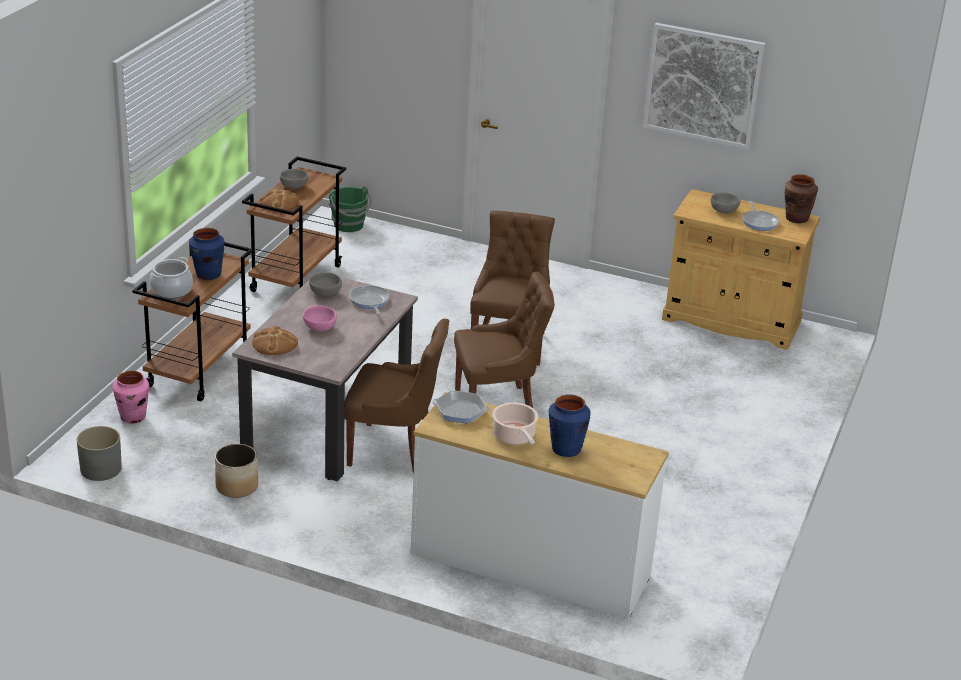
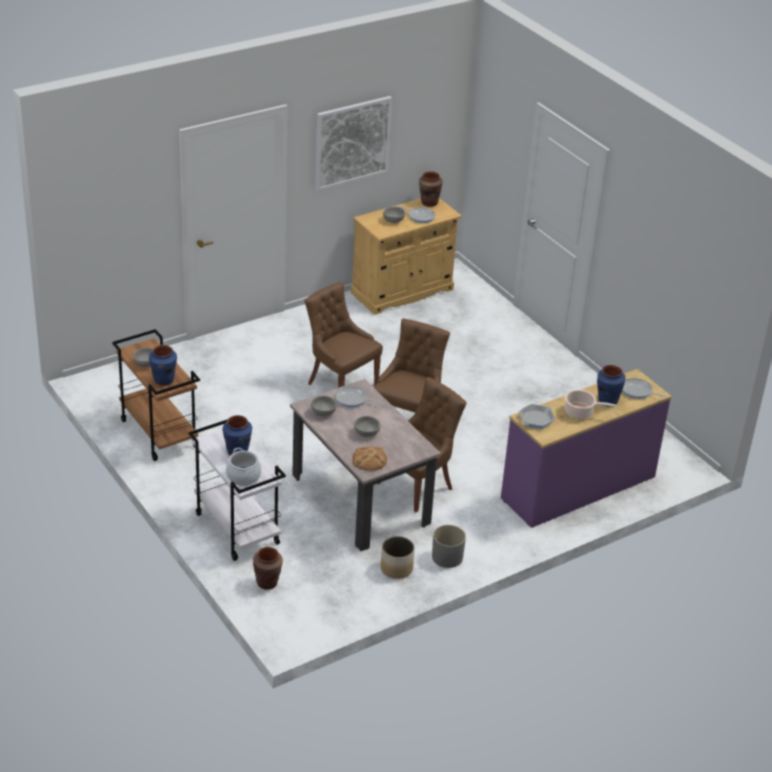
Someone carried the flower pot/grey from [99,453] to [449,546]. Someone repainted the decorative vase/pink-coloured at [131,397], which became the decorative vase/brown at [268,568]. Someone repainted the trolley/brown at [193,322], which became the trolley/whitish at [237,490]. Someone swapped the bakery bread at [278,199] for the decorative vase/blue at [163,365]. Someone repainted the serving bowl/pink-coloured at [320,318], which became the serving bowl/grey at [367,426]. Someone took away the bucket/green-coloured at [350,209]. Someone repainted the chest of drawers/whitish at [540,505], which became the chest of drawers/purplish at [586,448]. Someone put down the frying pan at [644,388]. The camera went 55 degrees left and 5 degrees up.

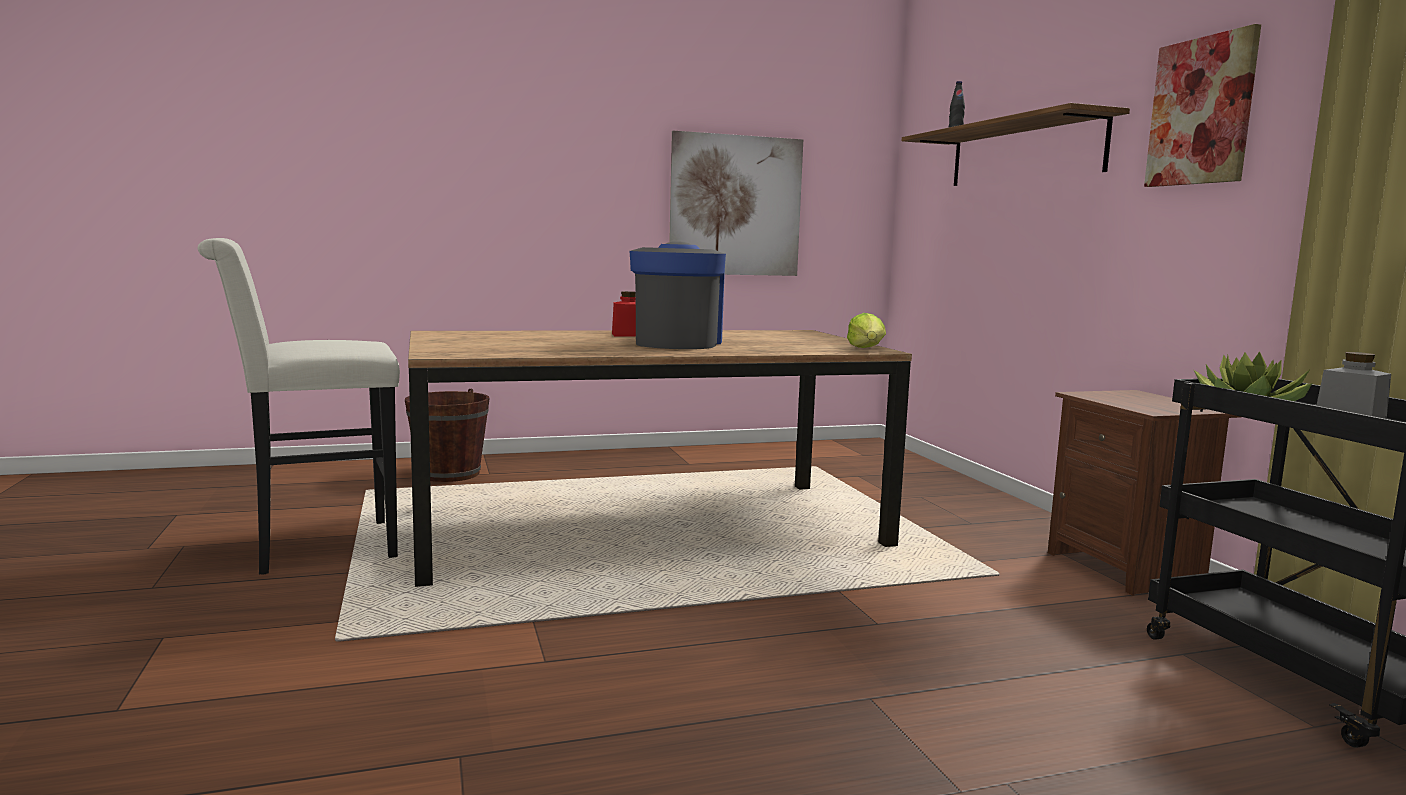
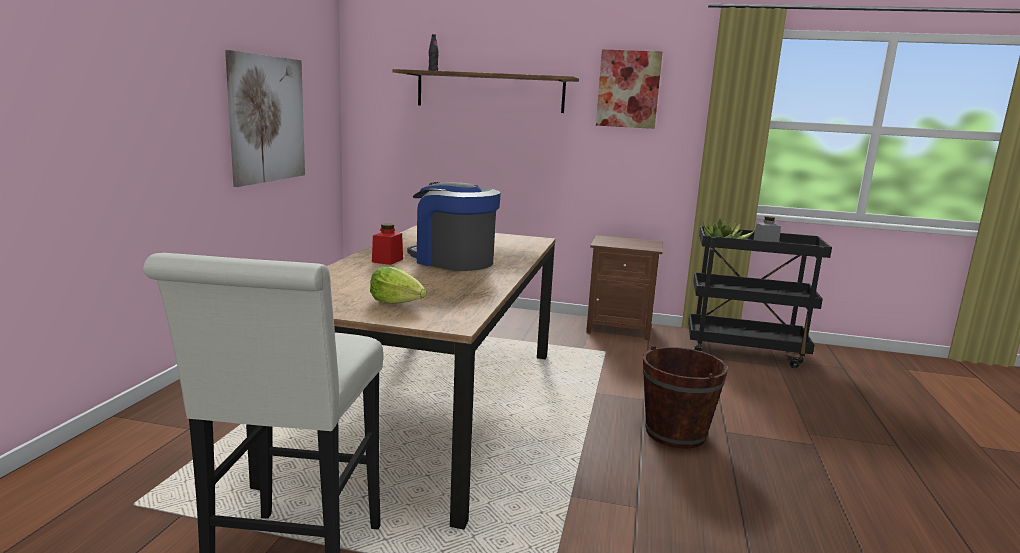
Someone carried the bucket/brown from [447,435] to [685,397]. Someone carried the lettuce head from [866,330] to [398,285]. The camera went 60 degrees left and 5 degrees up.

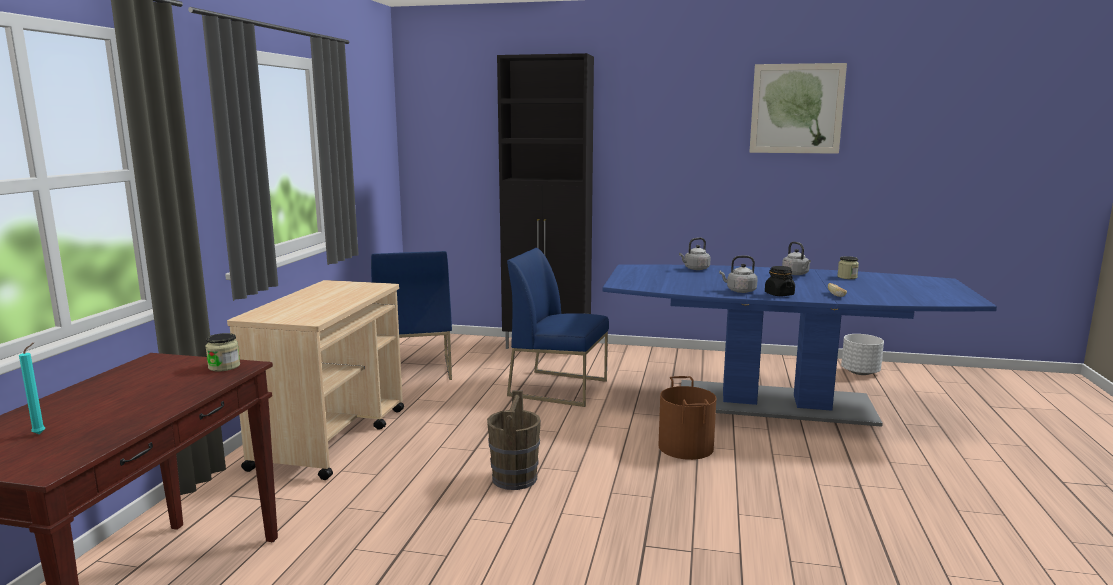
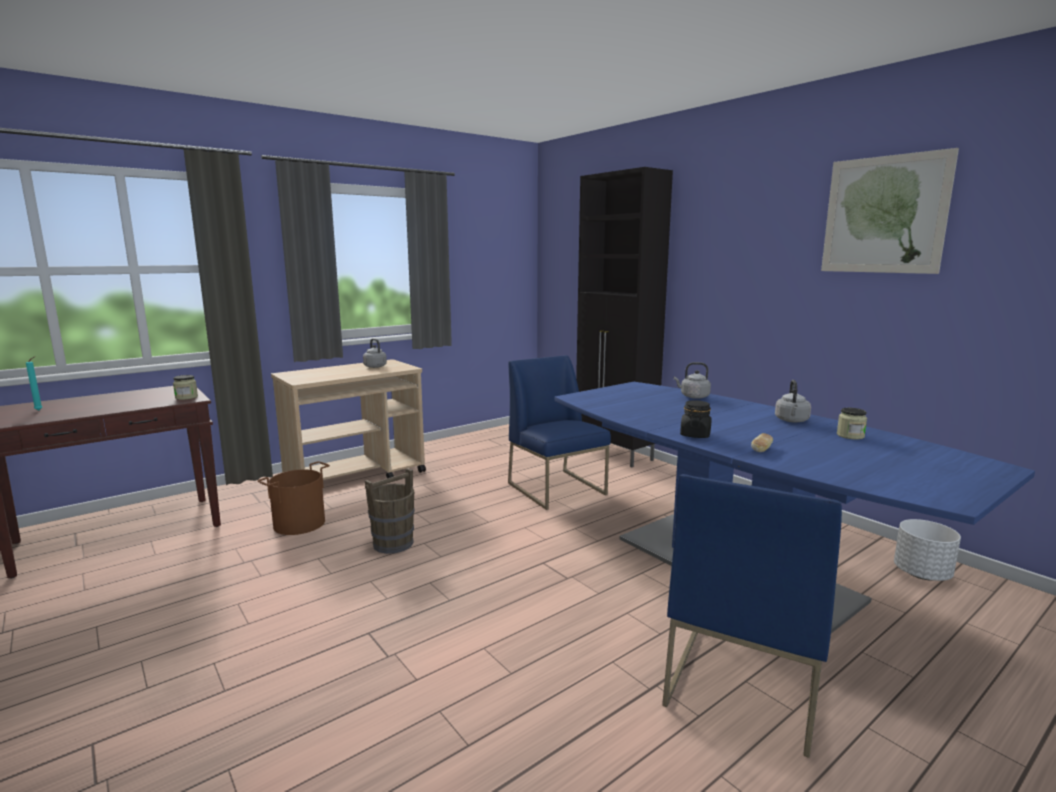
Someone carried the plain chair/blue from [411,315] to [752,616]. Someone carried the bucket/brown from [687,418] to [294,498]. Someone carried the tea kettle/grey from [738,274] to [375,353]. The camera went 40 degrees right and 0 degrees up.

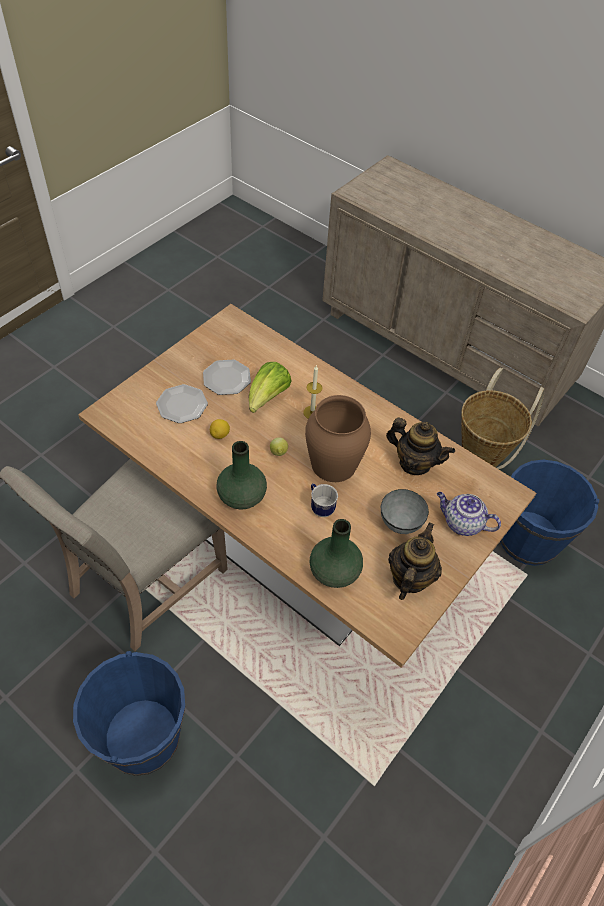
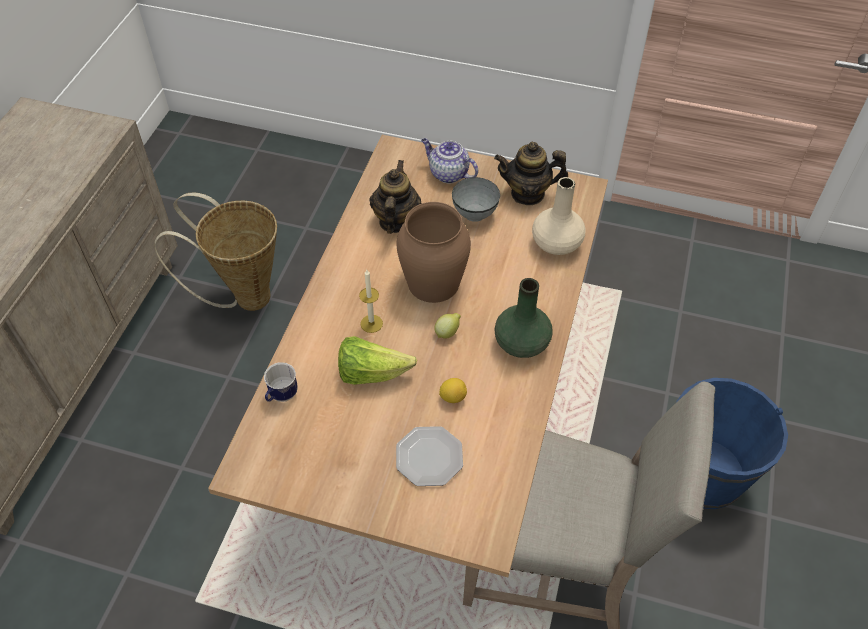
Someone took away the plate at [227,377]. Someone repainted the decorative vase/green-coloured at [336,553], which became the decorative vase/beige-coloured at [558,216]. Someone carried the coffee mug from [324,500] to [281,382]. Someone rotated the pot for tea at [469,514] by 120 degrees clockwise. Someone took away the bucket/blue at [549,513]. The camera went 110 degrees left and 0 degrees up.

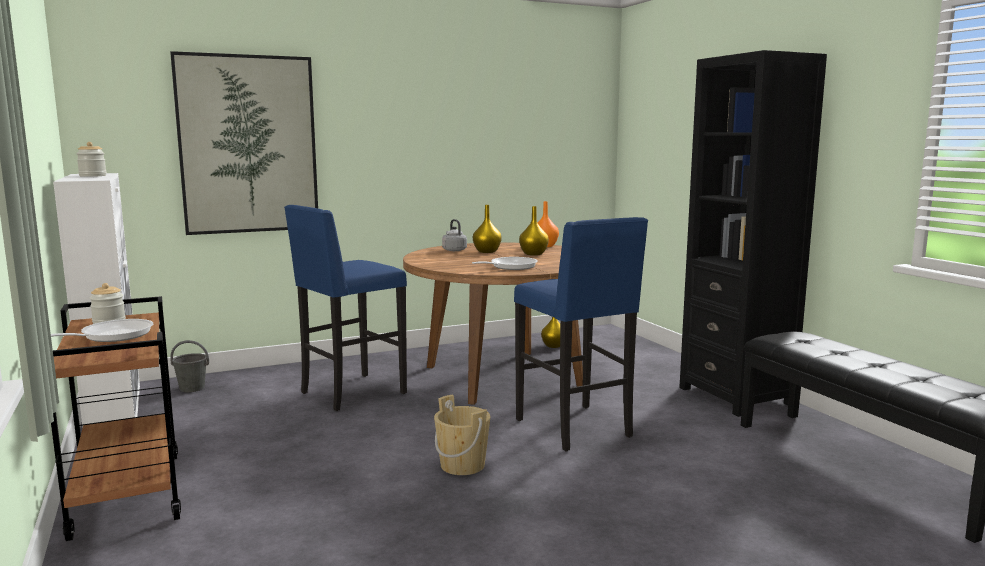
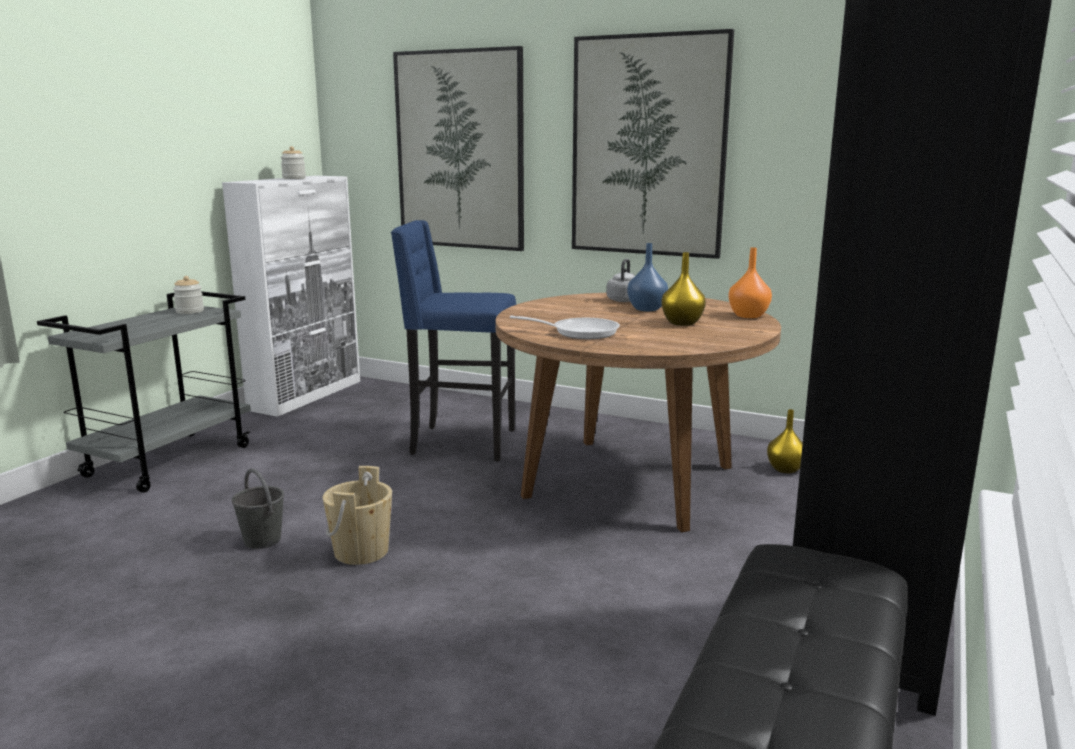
Someone repainted the trolley/brown at [116,418], which became the trolley/grey at [144,392]. Someone took away the frying pan at [102,330]. Someone carried the bucket/grey from [189,366] to [257,508]. Someone repainted the decorative vase/yellowish at [487,229], which became the decorative vase/blue at [647,277]. Someone took away the stool/blue at [581,334]. Someone put up the wall art at [653,144]. The camera went 50 degrees right and 5 degrees up.

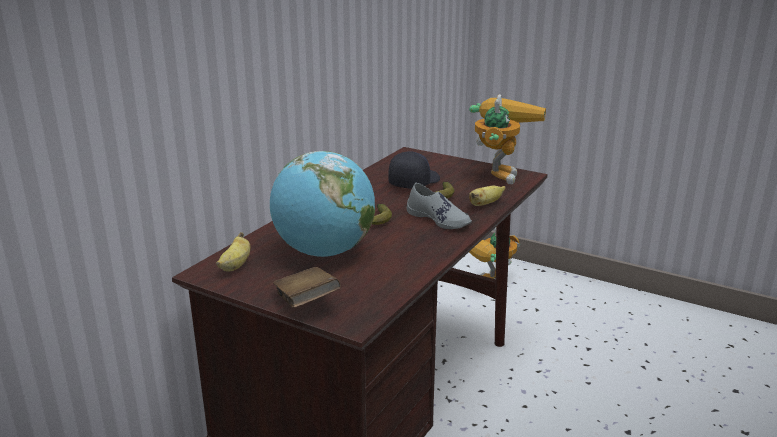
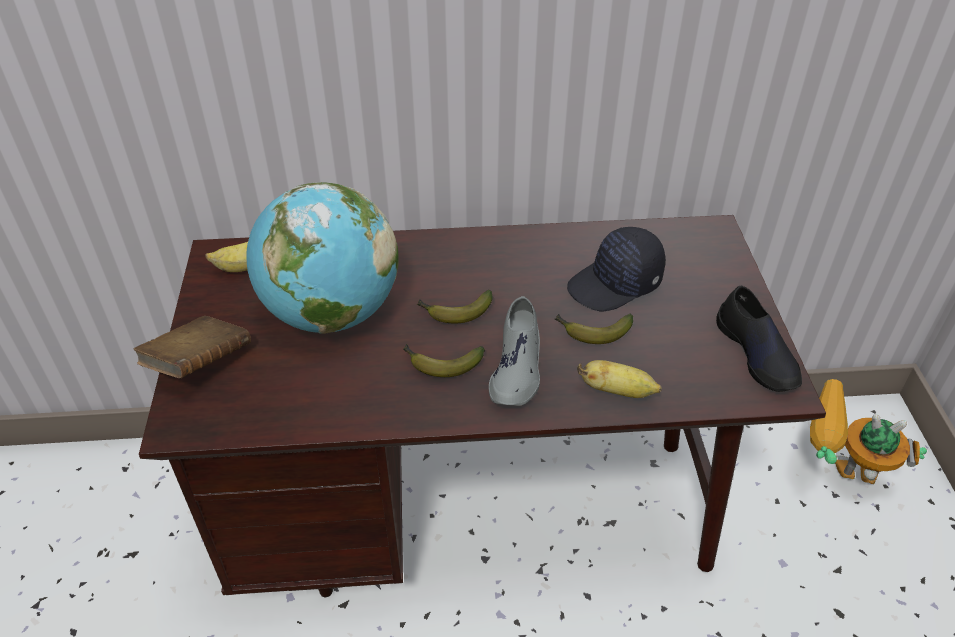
Someone rotated the baseball cap/blackish at [414,170] by 150 degrees clockwise. Someone swapped the toy robot at [507,139] for the low shoe/blackish at [759,339]. Someone put down the banana fruit at [444,360]. The camera went 55 degrees right and 20 degrees up.

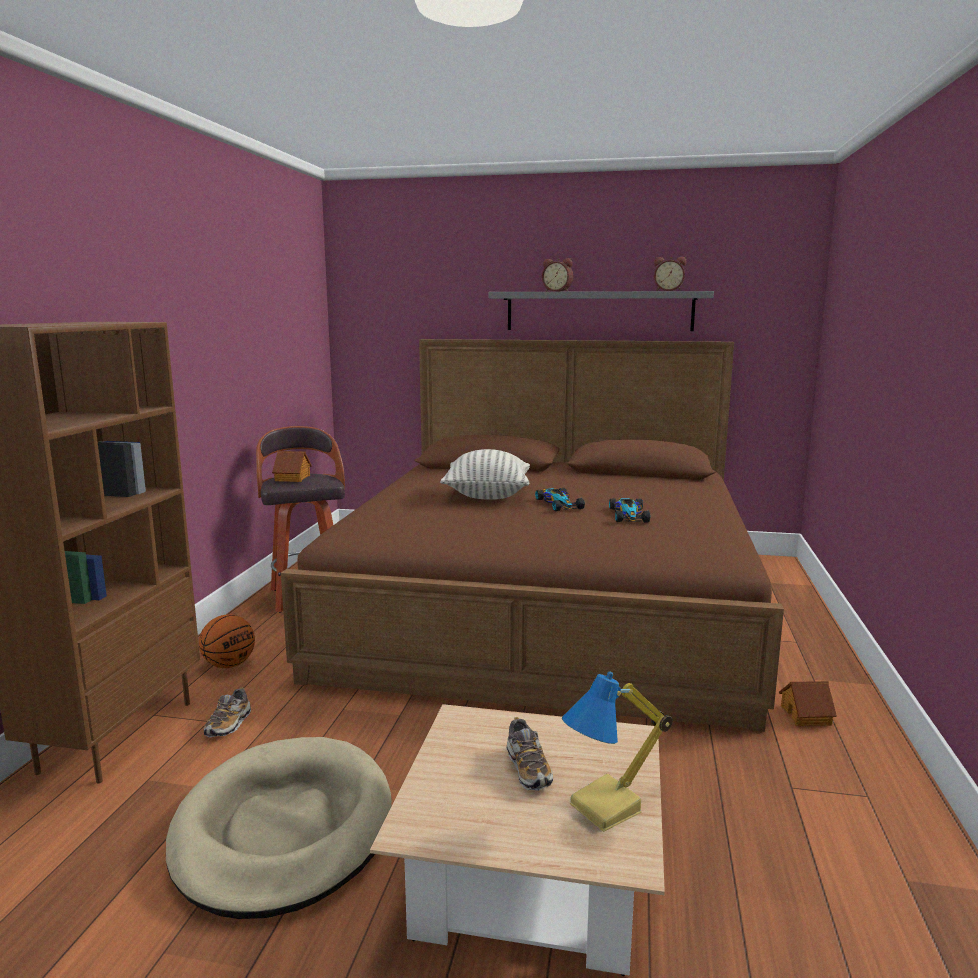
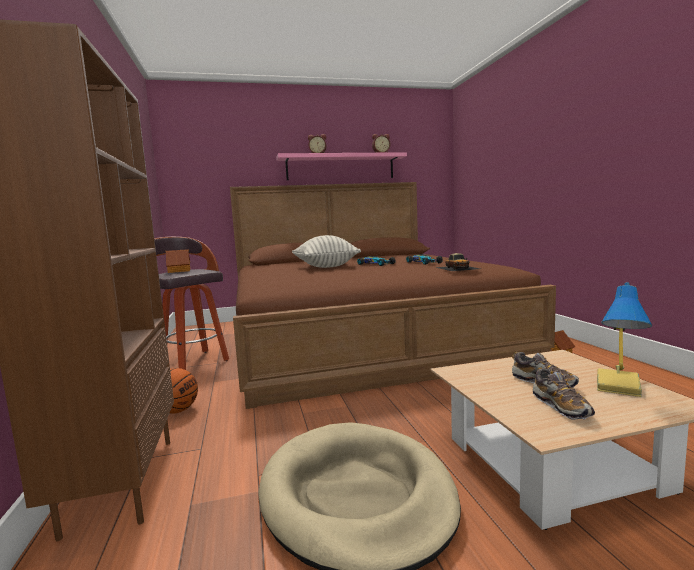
Someone carried the low shoe from [227,713] to [564,394]. Someone repainted the wall shelf/grey at [601,311], which became the wall shelf/pink-coloured at [341,166]. Someone put down the miniature car at [457,262]. The camera went 25 degrees left and 5 degrees down.

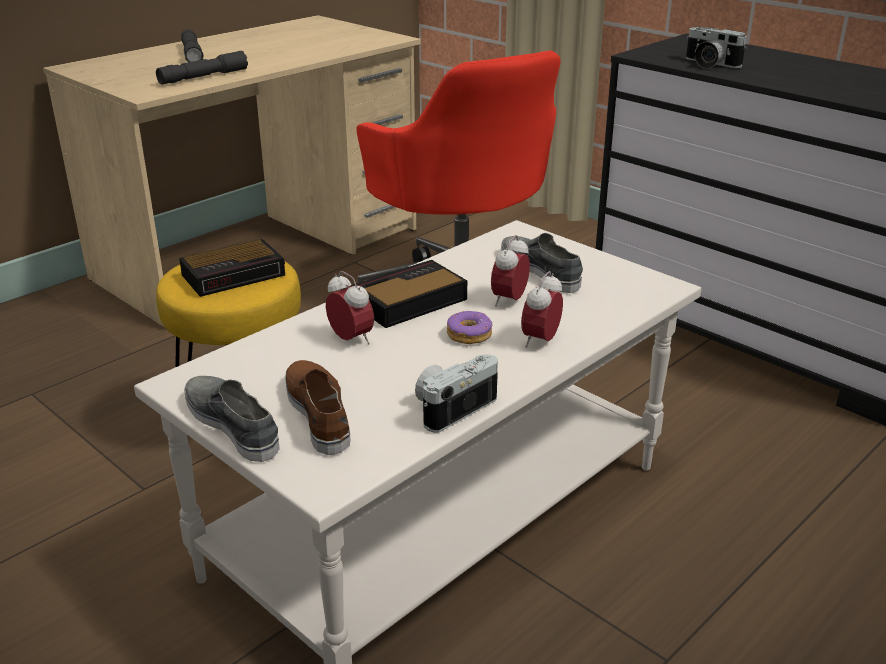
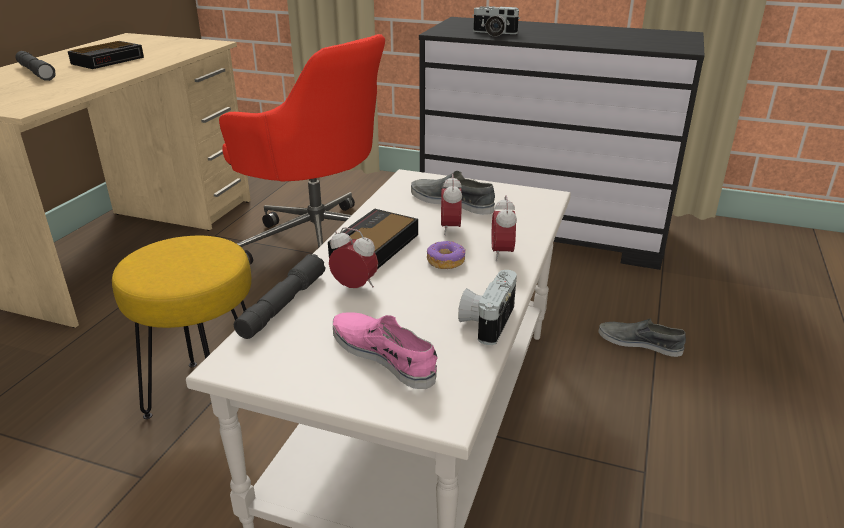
Someone carried the hand torch/grey from [202,68] to [279,296]. Someone carried the table clock from [232,268] to [106,55]. Someone carried the low shoe/grey from [232,419] to [642,338]. Someone repainted the low shoe/brown at [318,407], which became the low shoe/pink-coloured at [385,350]. The camera went 25 degrees left and 0 degrees up.

